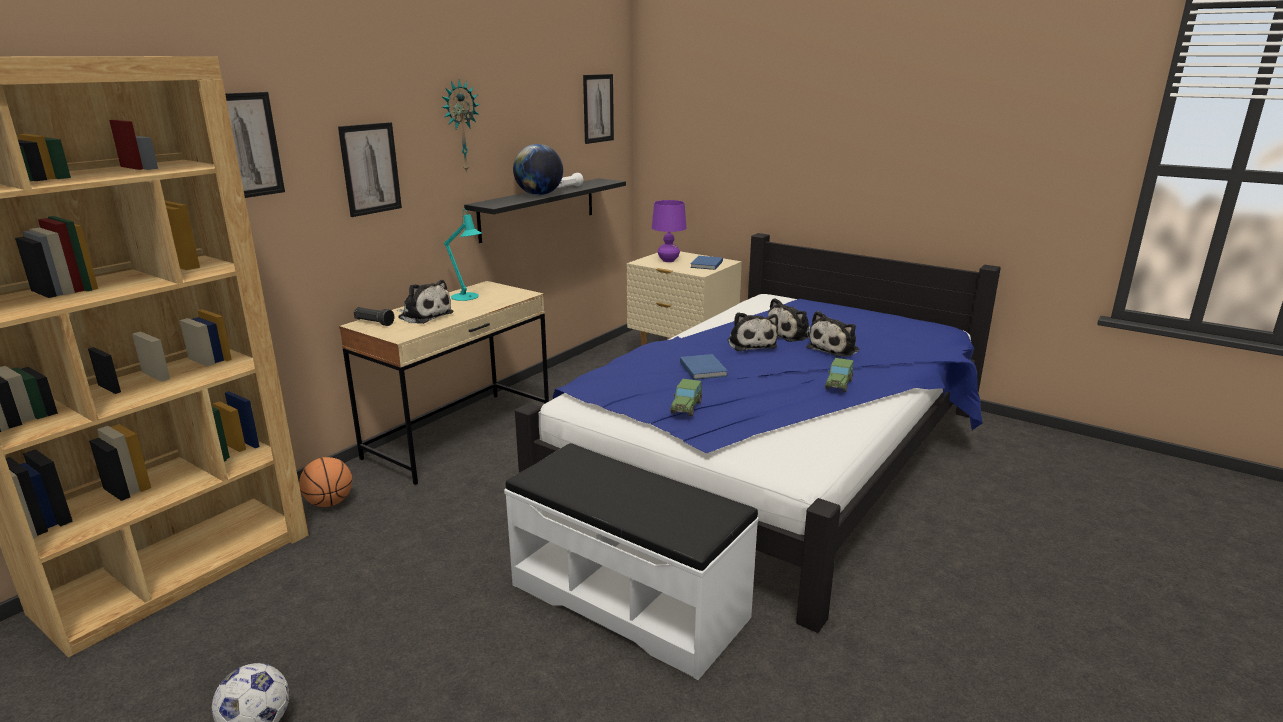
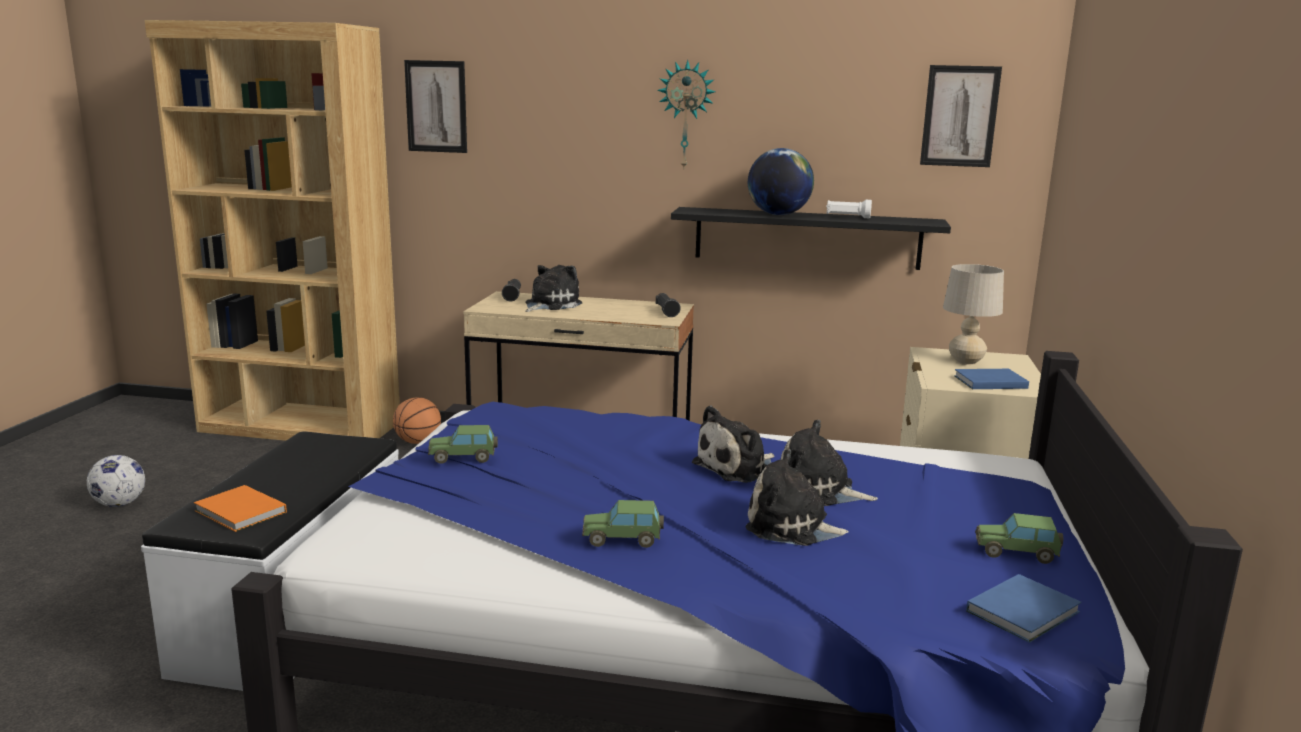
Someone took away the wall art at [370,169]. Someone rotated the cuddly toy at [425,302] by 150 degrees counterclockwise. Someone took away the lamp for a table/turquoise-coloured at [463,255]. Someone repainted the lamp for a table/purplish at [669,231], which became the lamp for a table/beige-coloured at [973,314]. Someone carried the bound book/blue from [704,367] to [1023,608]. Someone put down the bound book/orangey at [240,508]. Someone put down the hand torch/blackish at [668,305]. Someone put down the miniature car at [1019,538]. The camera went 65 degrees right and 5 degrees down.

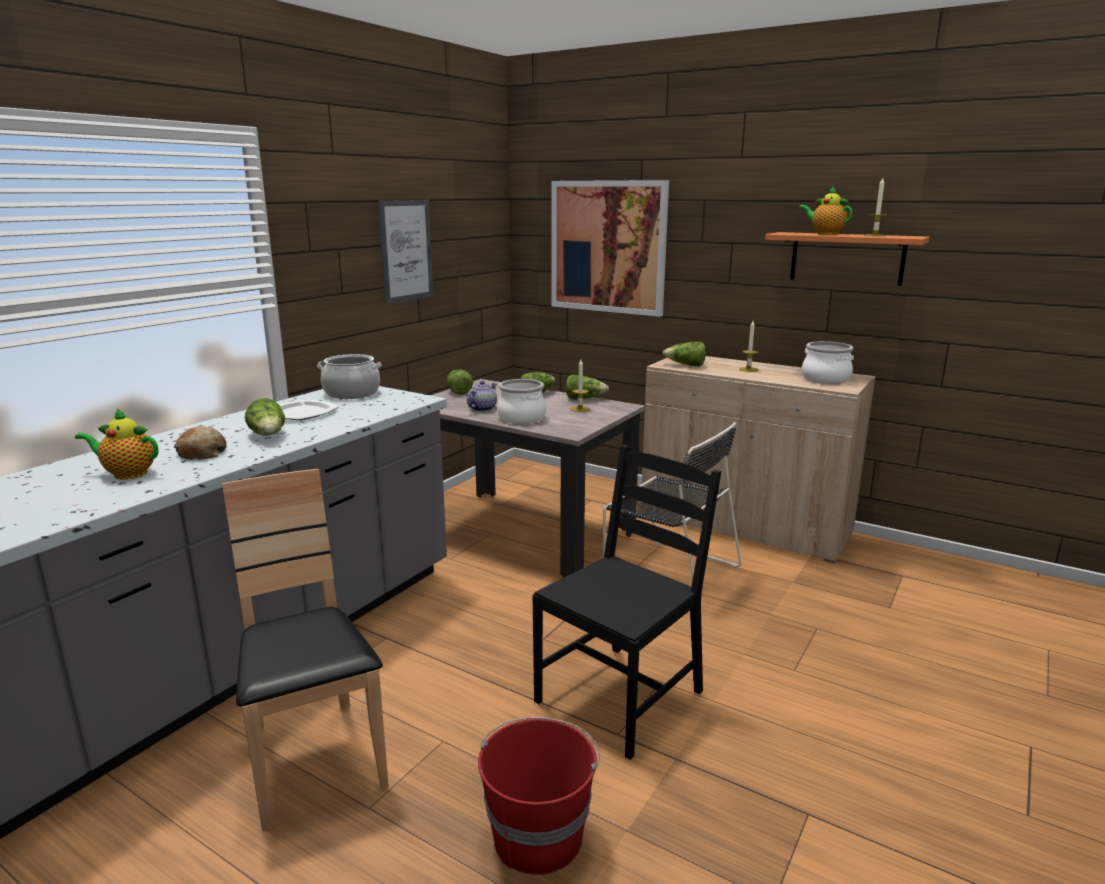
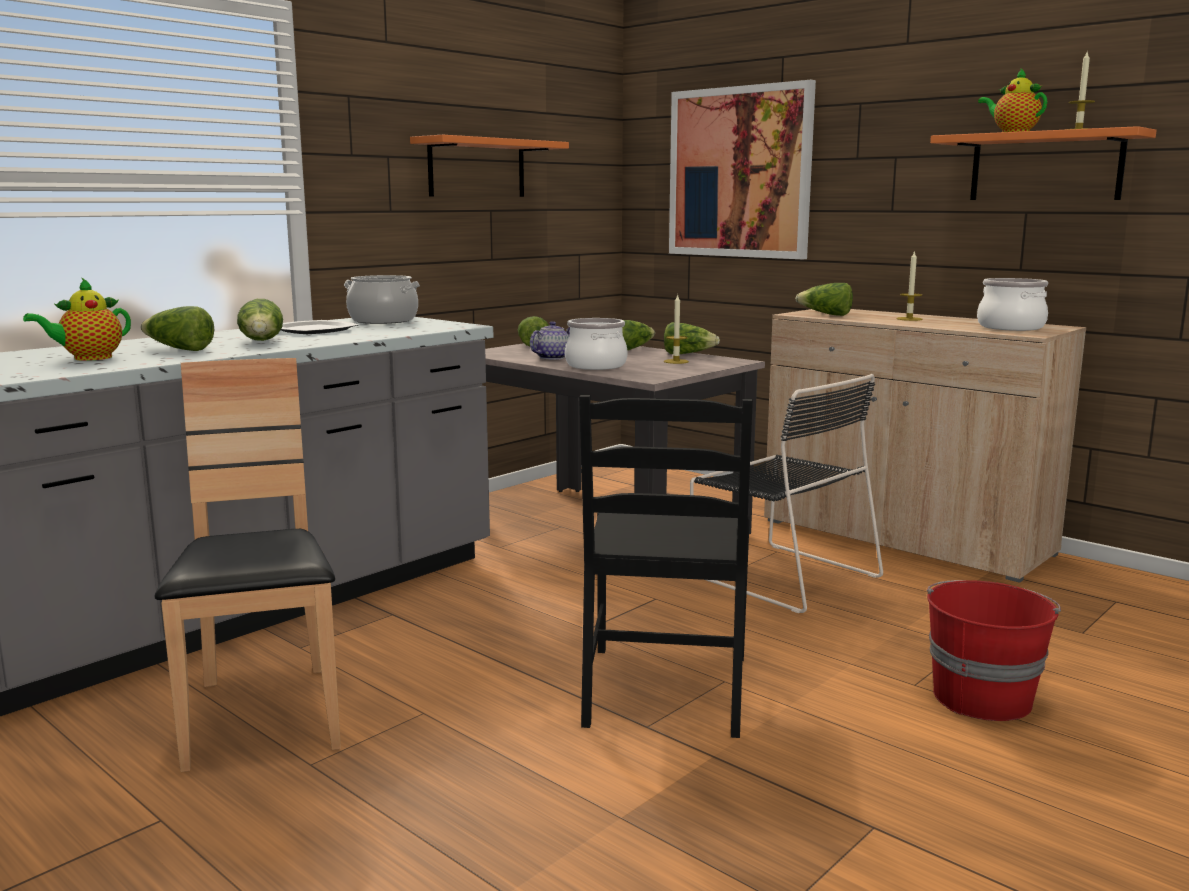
Someone rotated the pot for tea at [117,444] by 60 degrees counterclockwise. Someone swapped the bakery bread at [200,443] for the lettuce head at [177,328]. Someone swapped the wall art at [405,252] for the wall shelf/orangey at [489,166]. Someone carried the bucket/reddish from [539,796] to [994,650]. Someone rotated the plain chair/blackish at [626,602] by 135 degrees clockwise. The camera went 10 degrees right and 5 degrees down.

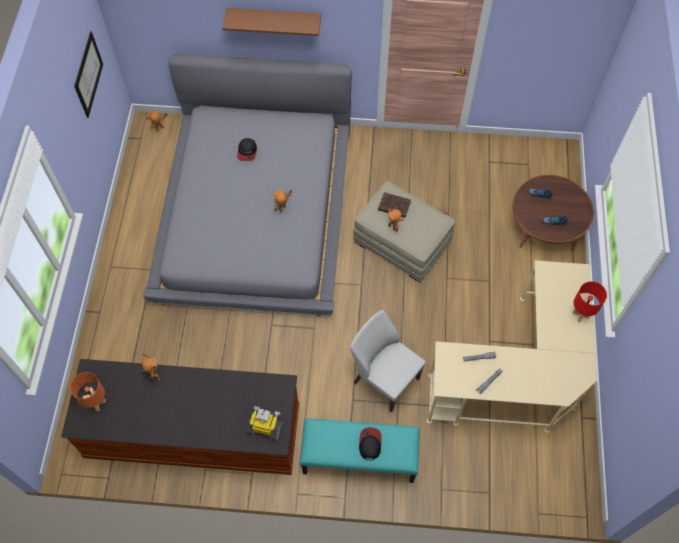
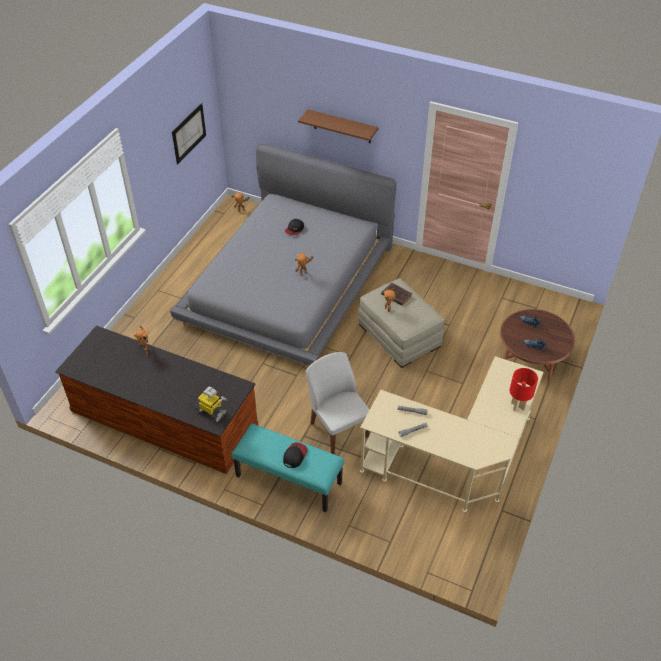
Someone took away the lamp for a table/orangey at [88,391]. The camera went 20 degrees right and 15 degrees down.

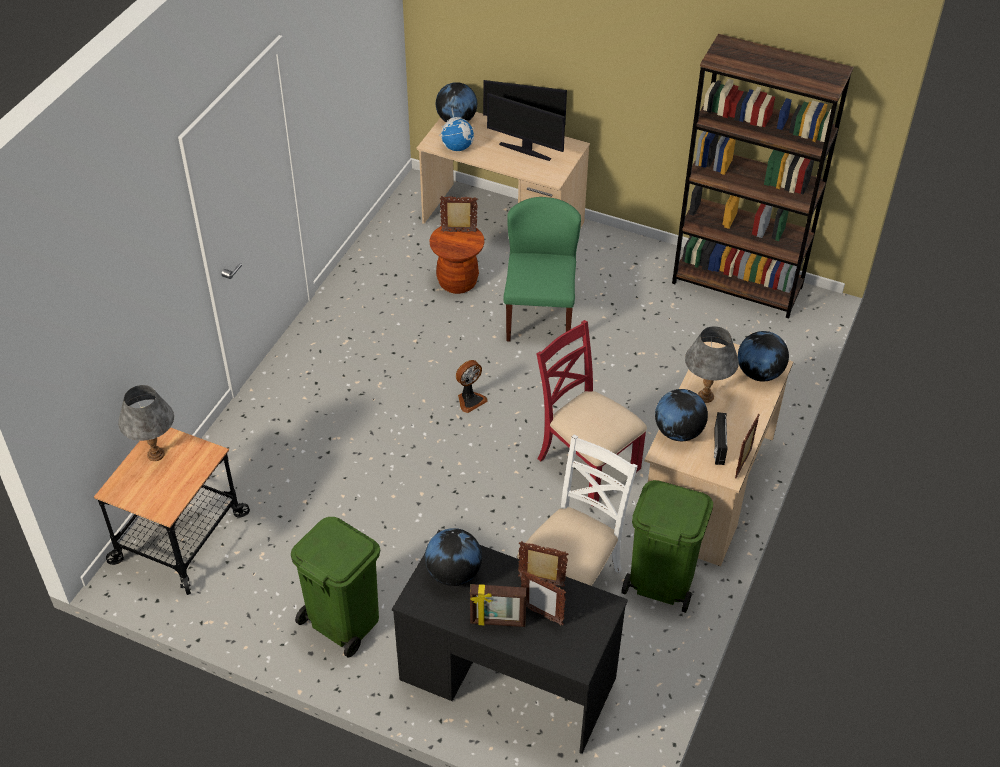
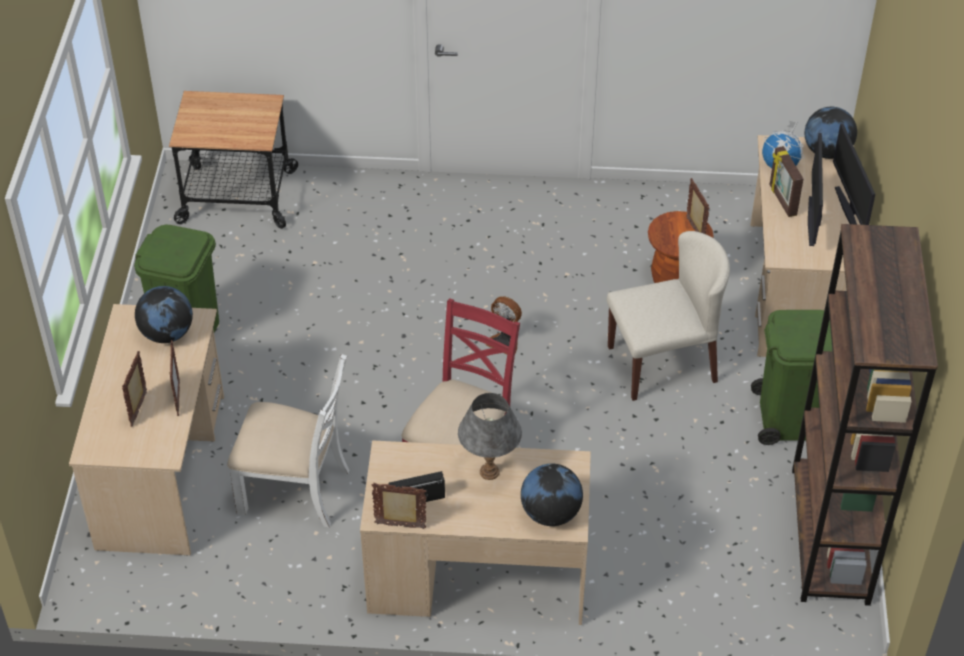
Someone took away the lamp for a table/grey at [146,423]. Someone repainted the desk unit/blackish at [510,642], which became the desk unit/beige-coloured at [146,430]. Someone carried the standing frame from [498,605] to [786,181]. Someone repainted the plain chair/green-coloured at [542,271], which became the plain chair/beige-coloured at [668,316]. Someone carried the waste bin/green-coloured from [667,546] to [791,377]. Someone took away the world globe at [681,415]. The camera went 70 degrees right and 0 degrees up.

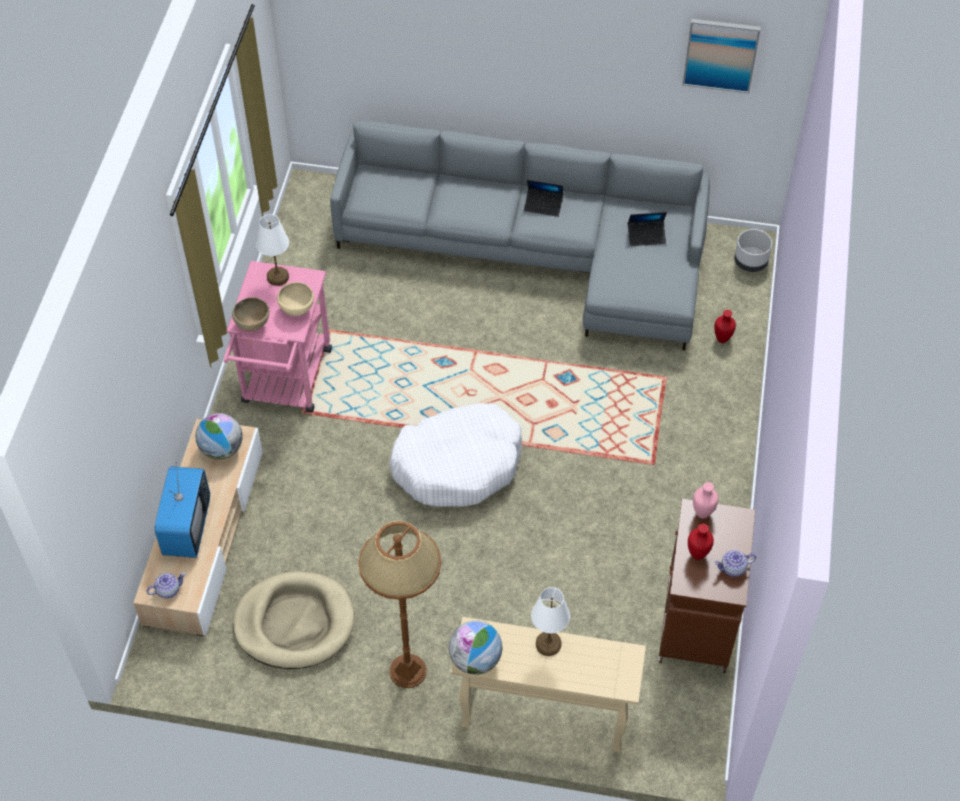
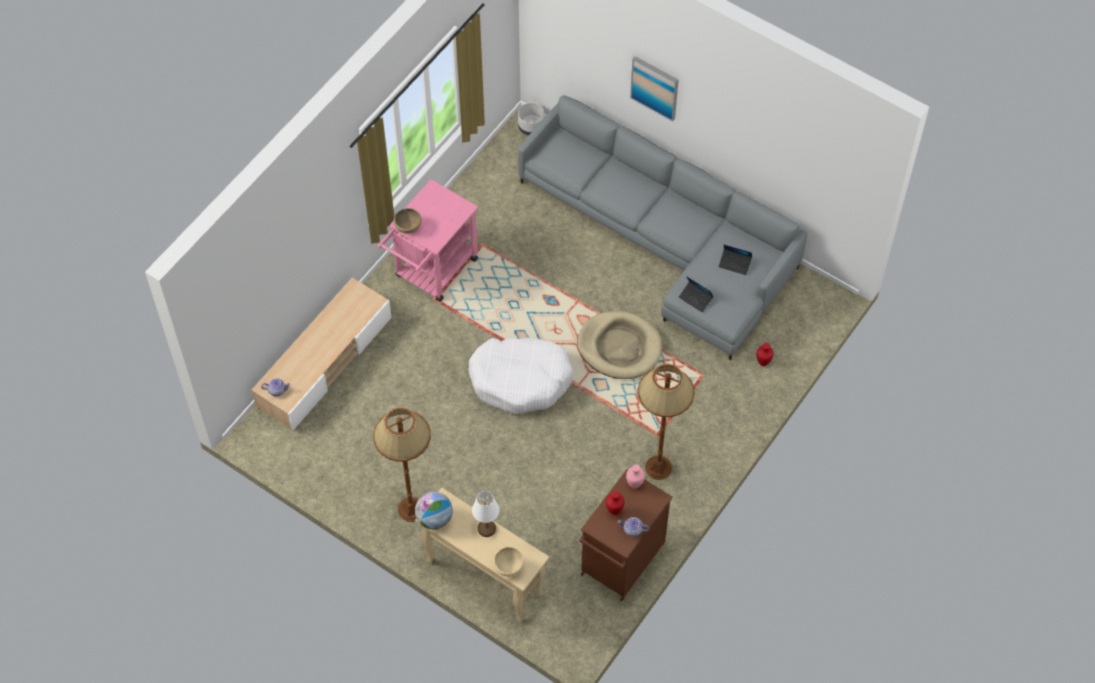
Someone took away the TV at [182,510]. Someone took away the world globe at [219,436]. Someone carried the dog cushion/beige-coloured from [294,620] to [619,345]. Someone took away the lamp for a table/whitish at [272,250]. Someone carried the serving bowl/beige-coloured from [295,299] to [508,562]. Someone carried the laptop from [544,198] to [696,294]. Someone carried the wall art from [722,56] to [654,89]. Someone carried the flower pot/grey from [753,250] to [531,119]. Someone put down the standard lamp/brown at [666,422]. The camera went 25 degrees right and 5 degrees up.

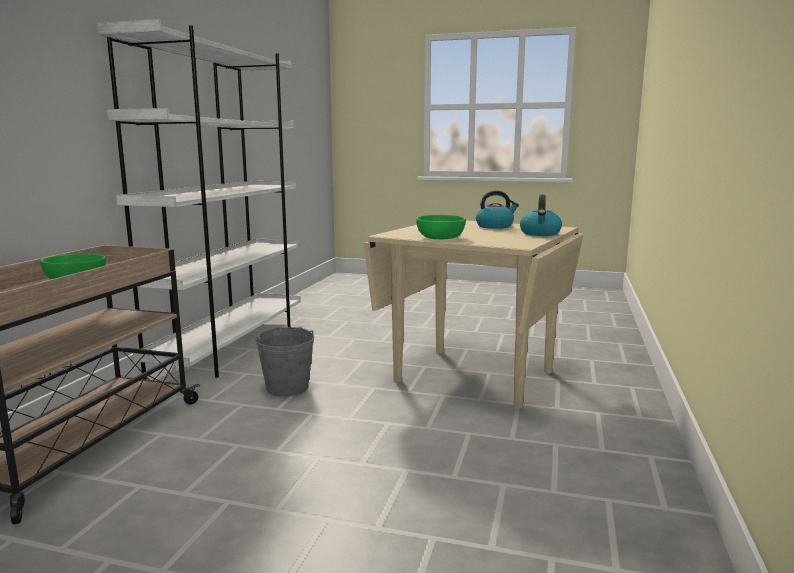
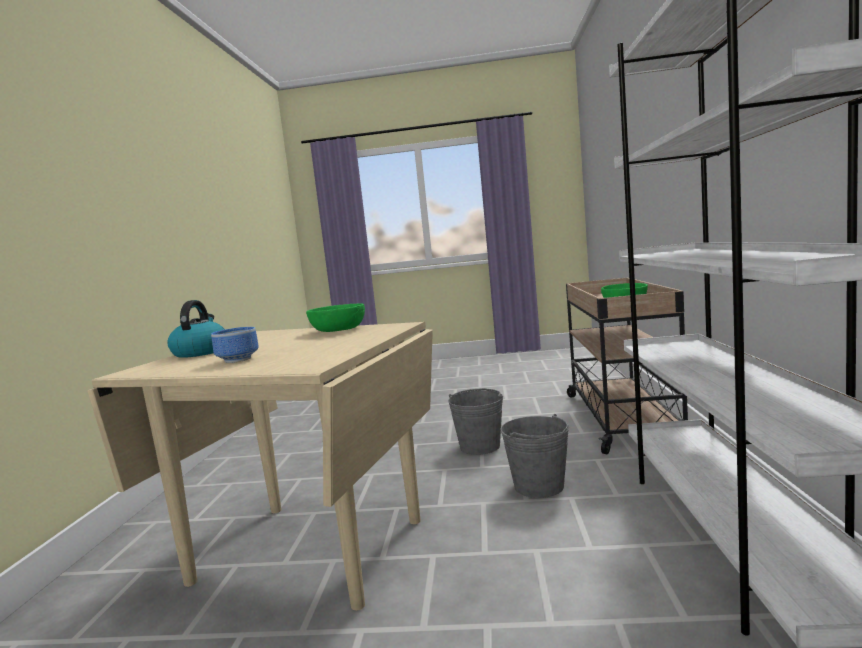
Someone swapped the tea kettle at [497,209] for the serving bowl at [235,345]. Someone put down the bucket/grey at [475,421]. The camera went 170 degrees right and 5 degrees down.

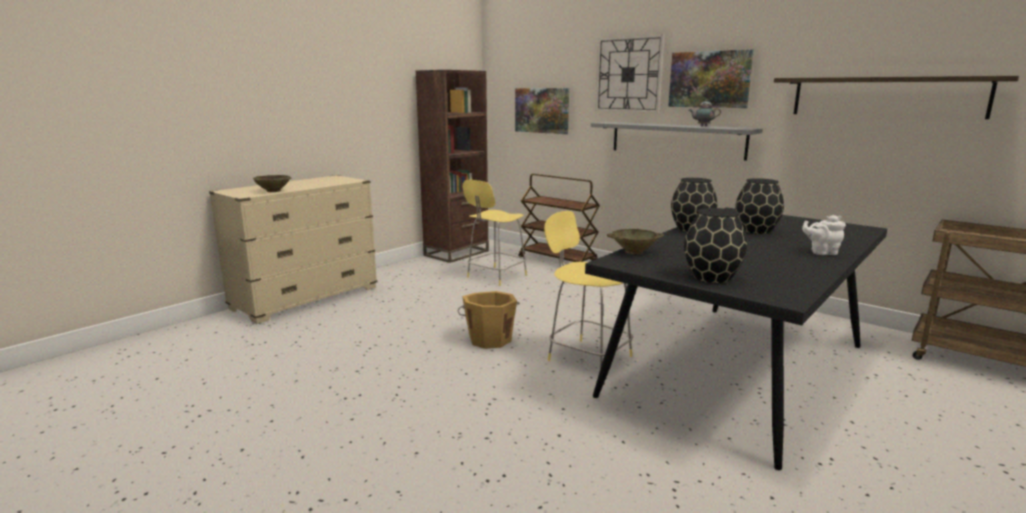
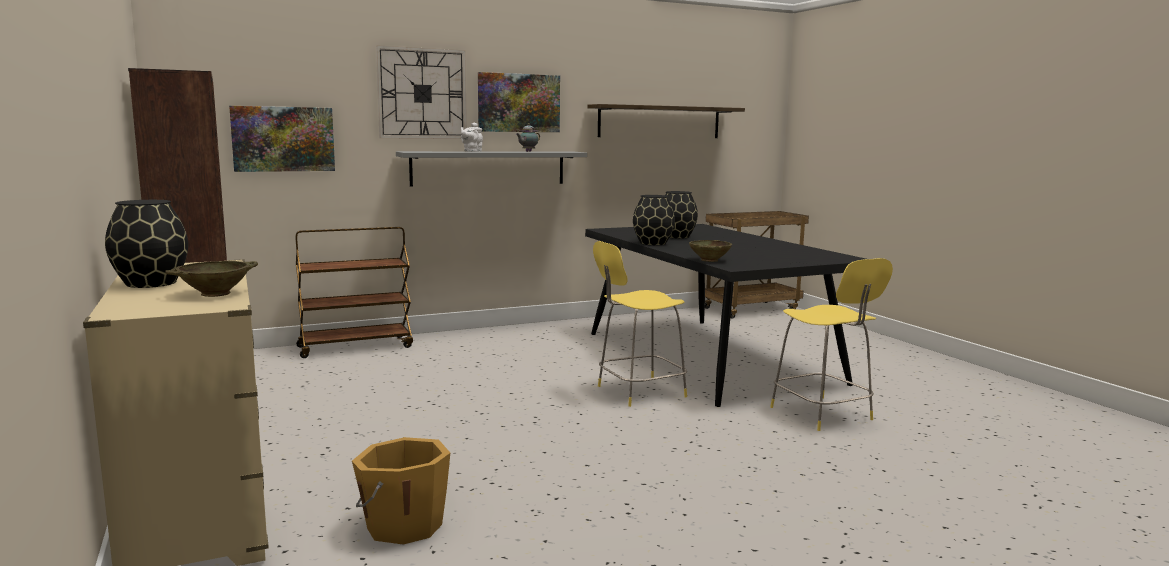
Someone carried the bucket/orangey from [488,320] to [401,491]. Someone carried the stool/yellowish from [494,233] to [831,344]. Someone carried the decorative vase/blackish from [715,245] to [146,244]. Someone carried the pot for tea/whitish from [824,235] to [472,137]. The camera went 65 degrees left and 5 degrees down.

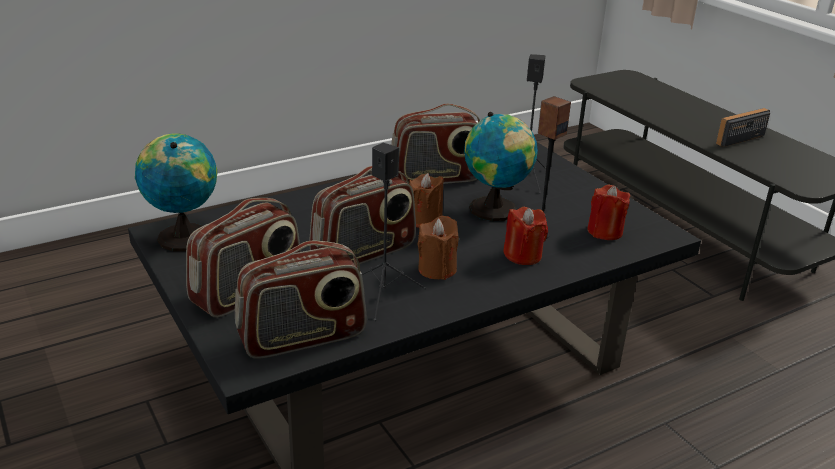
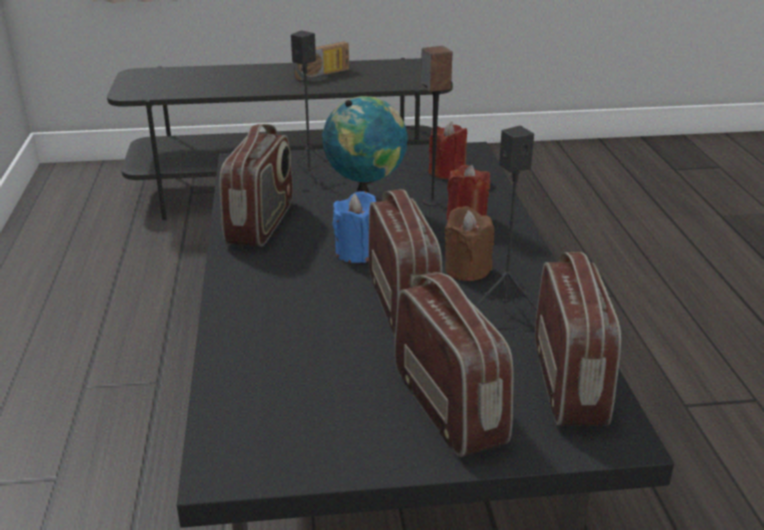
Someone took away the world globe at [176,192]. Someone repainted the candle/brown at [426,200], which became the candle/blue at [354,227]. Someone rotated the radio set at [743,127] by 120 degrees counterclockwise. The camera went 65 degrees left and 0 degrees up.

